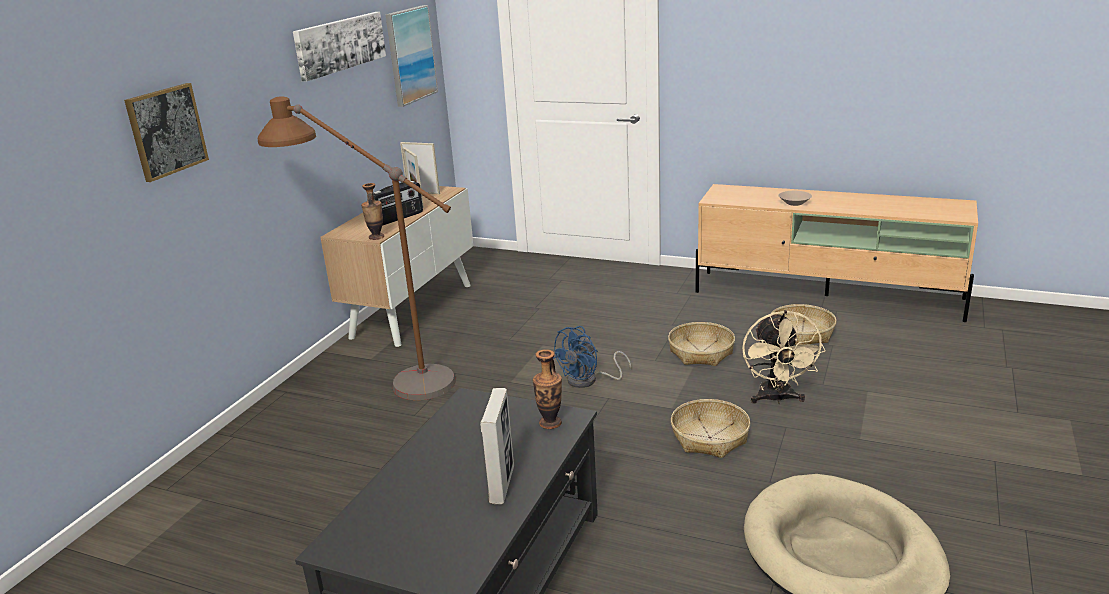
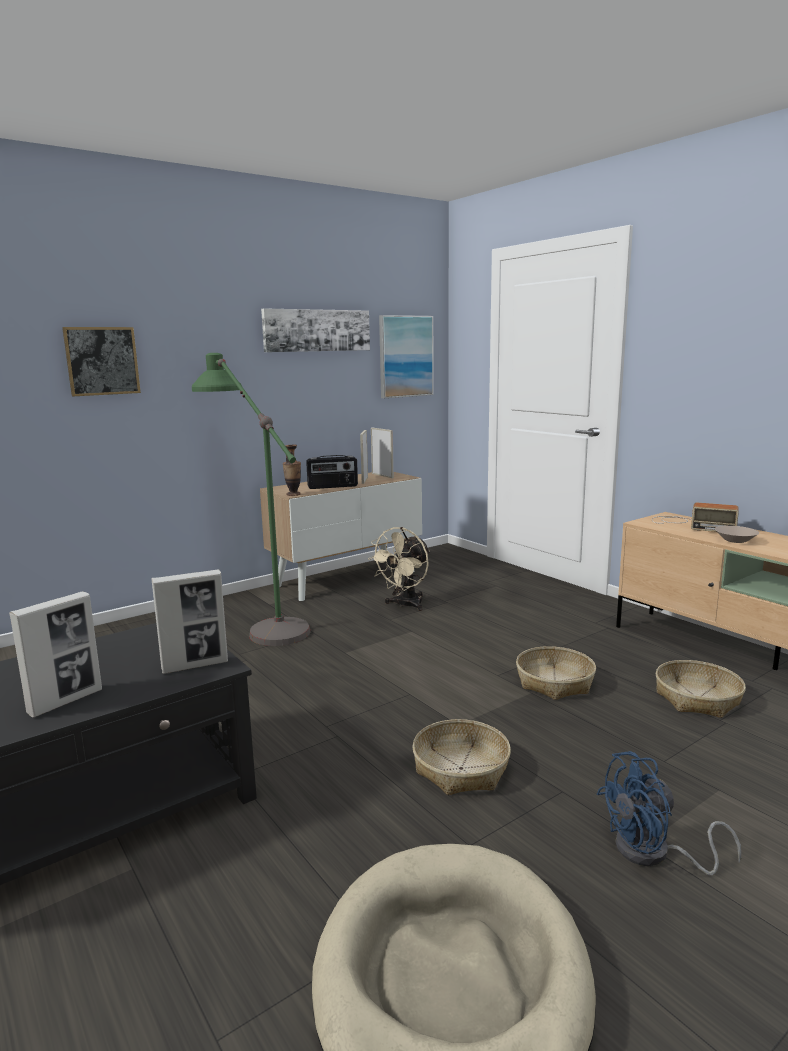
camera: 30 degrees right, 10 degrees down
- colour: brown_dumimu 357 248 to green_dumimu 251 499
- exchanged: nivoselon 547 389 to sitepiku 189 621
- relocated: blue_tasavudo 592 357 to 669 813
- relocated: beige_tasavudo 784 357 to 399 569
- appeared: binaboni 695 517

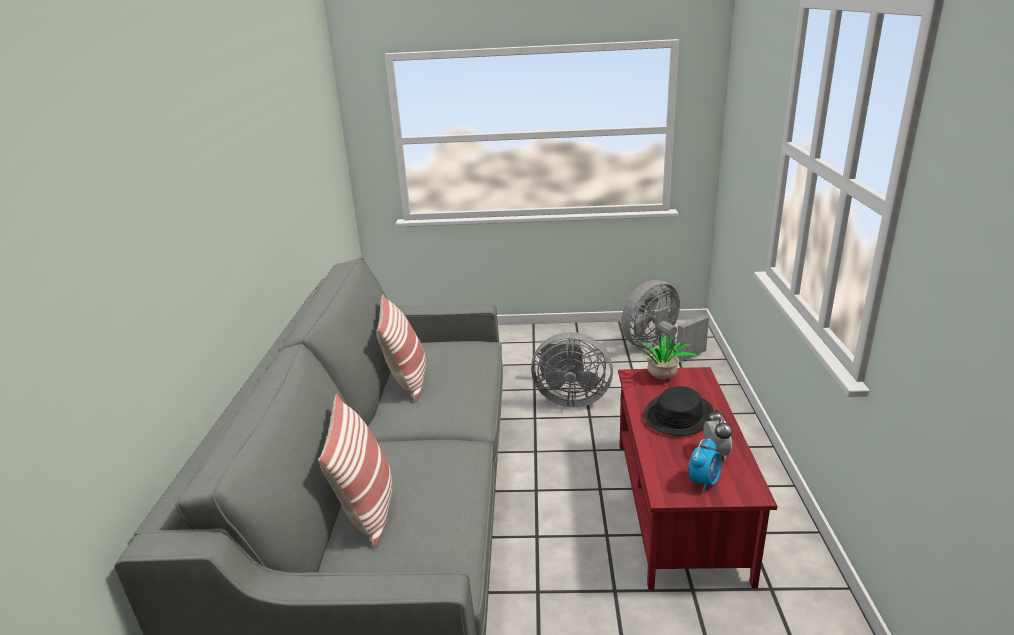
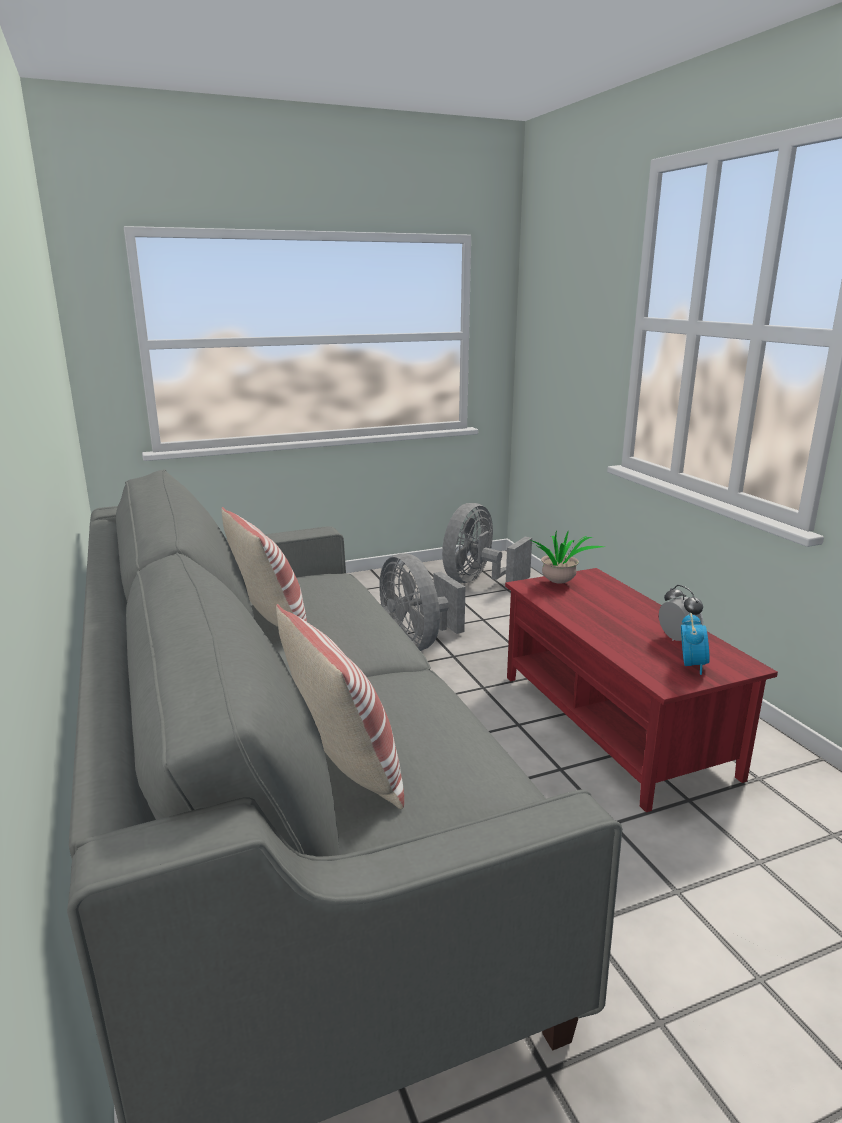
camera: 25 degrees left, 5 degrees down
- spun: grey_tasavudo 572 369 = 422 602 75 degrees clockwise
- missing: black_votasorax 679 411

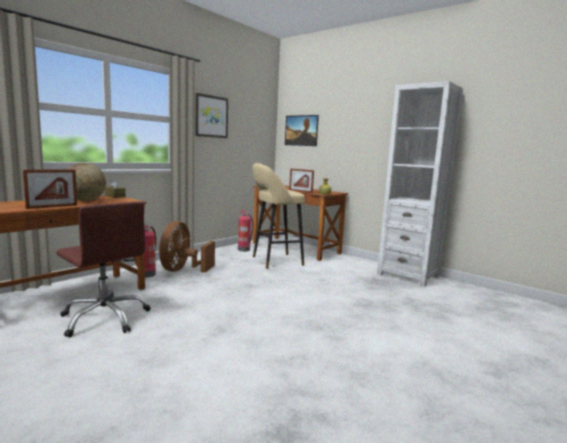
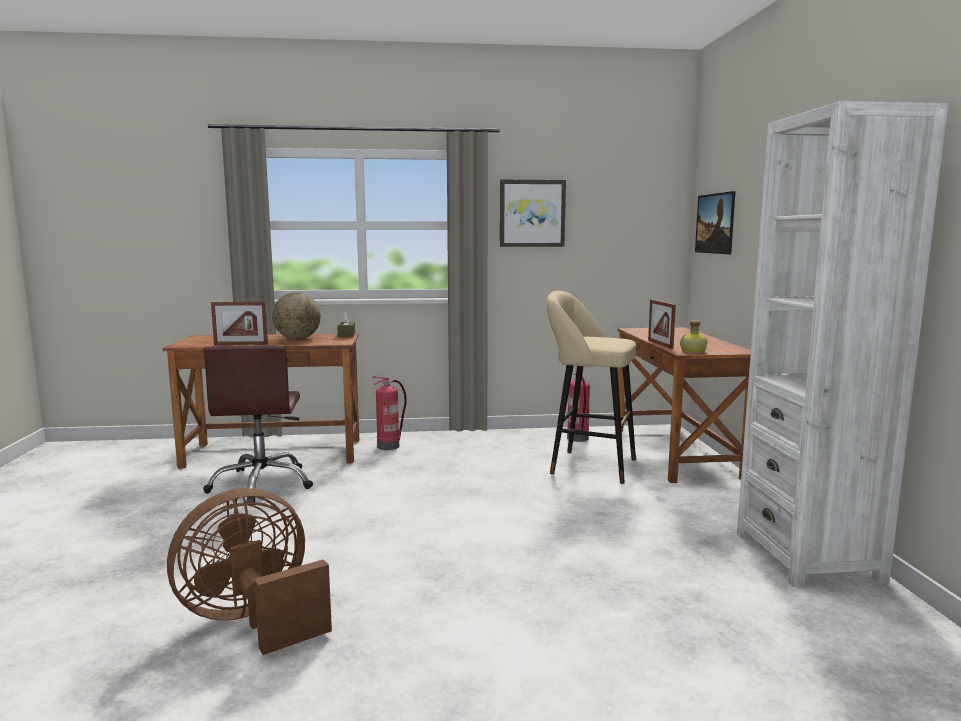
camera: 45 degrees right, 0 degrees up
- relocated: brown_tasavudo 187 247 to 249 571

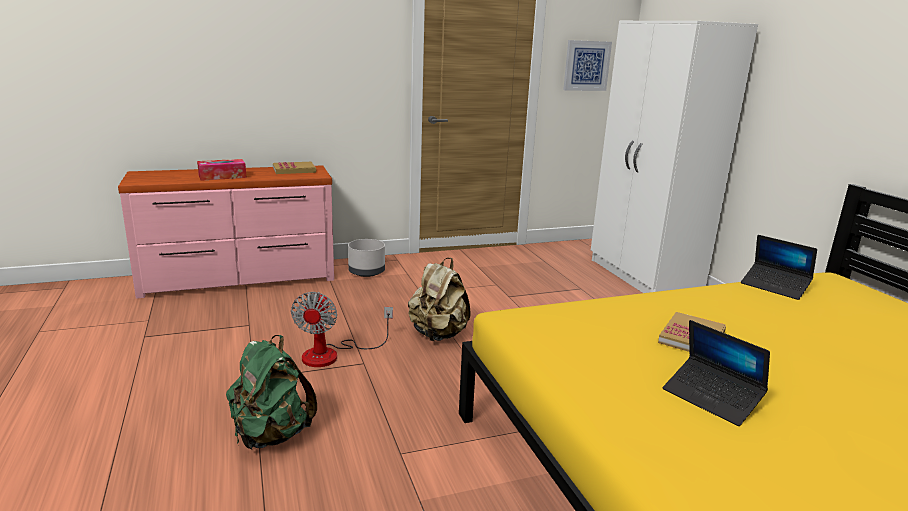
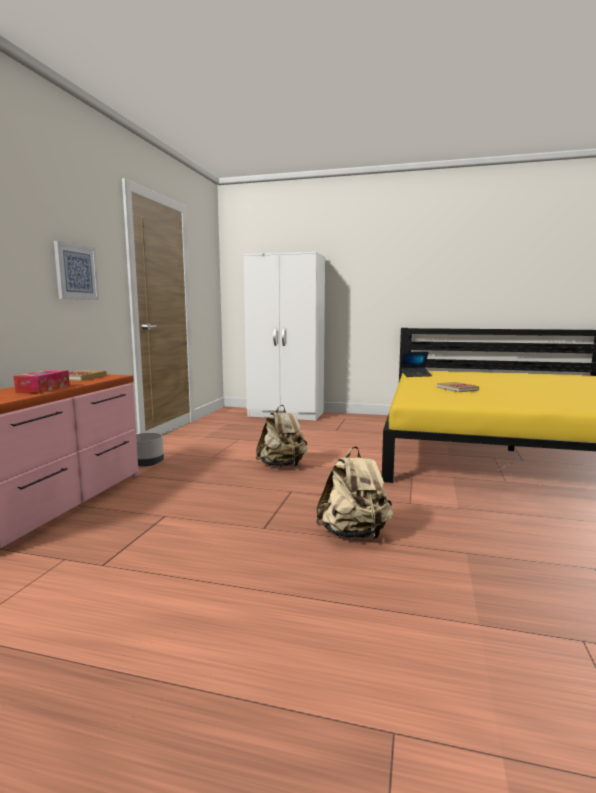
camera: 55 degrees left, 10 degrees down
- colour: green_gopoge 271 392 to beige_gopoge 354 492
- missing: tasavudo 342 329
- relocated: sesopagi 587 65 to 76 270
- missing: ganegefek 716 373

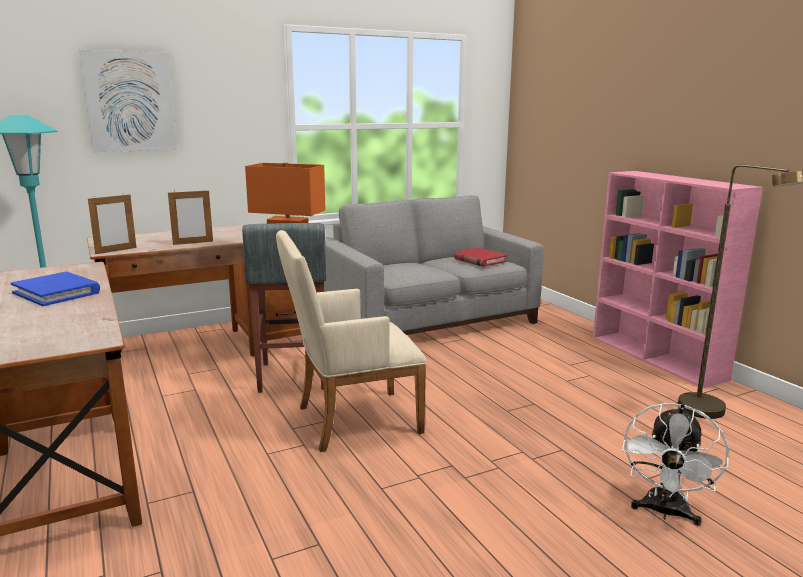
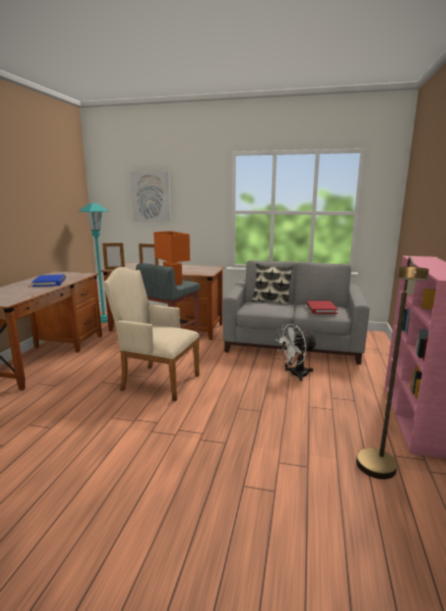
camera: 40 degrees right, 0 degrees up
- relocated: white_tasavudo 675 464 to 296 352
- appeared: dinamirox 272 284

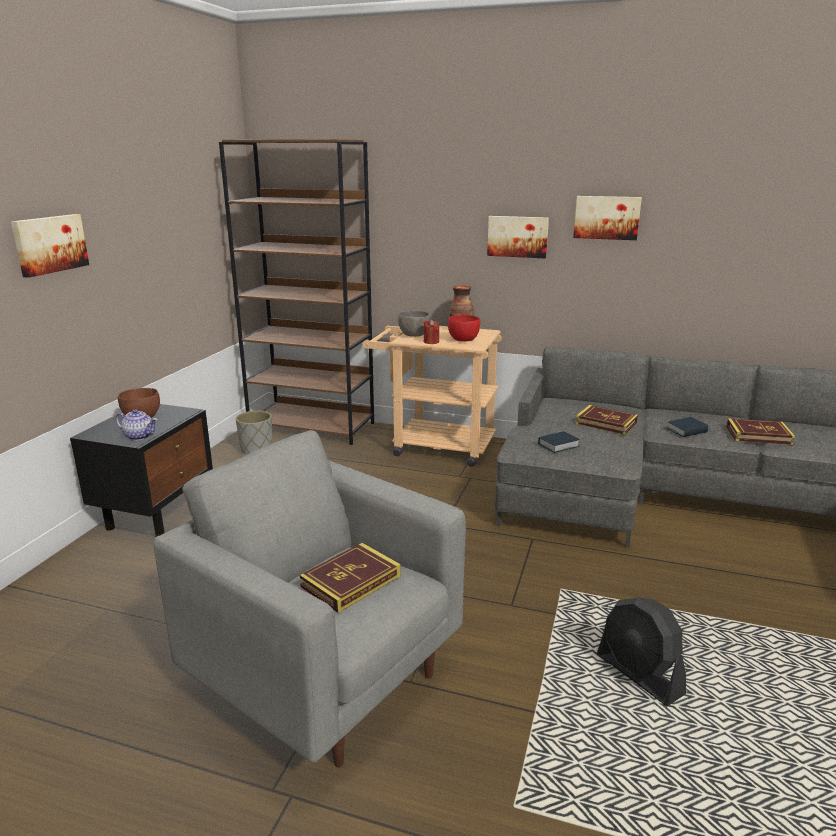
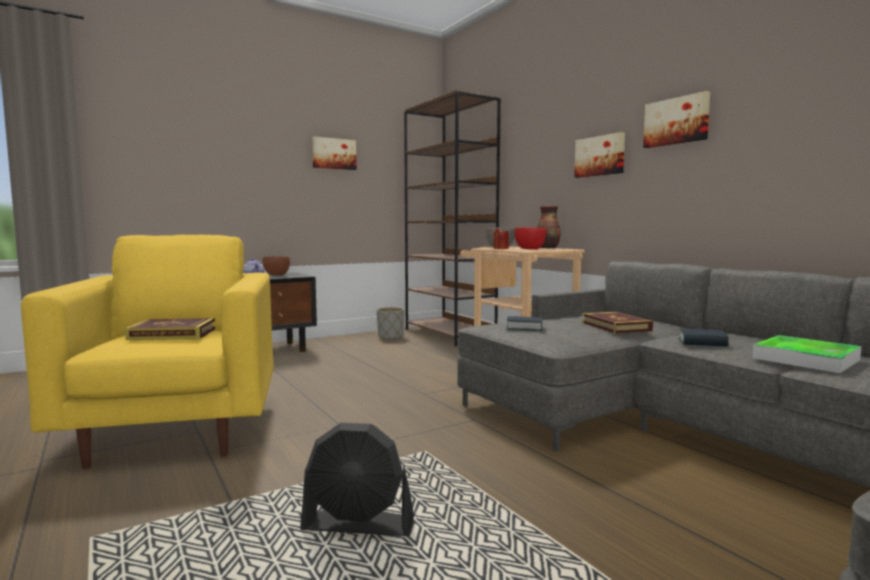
camera: 40 degrees right, 15 degrees down
- relocated: sesopagi 50 246 to 334 153
- colour: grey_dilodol 310 599 to yellow_dilodol 147 352
- spun: black_tasavudo 641 652 = 357 479 90 degrees counterclockwise
- exchanged: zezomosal 760 431 to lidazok 807 354

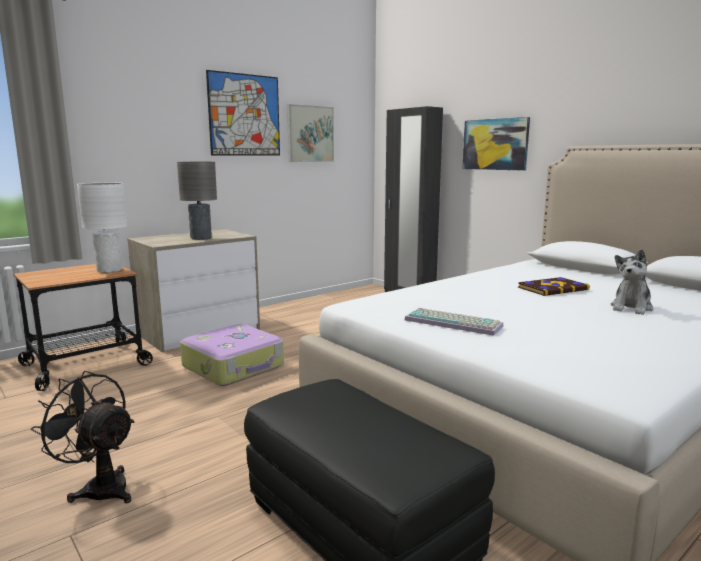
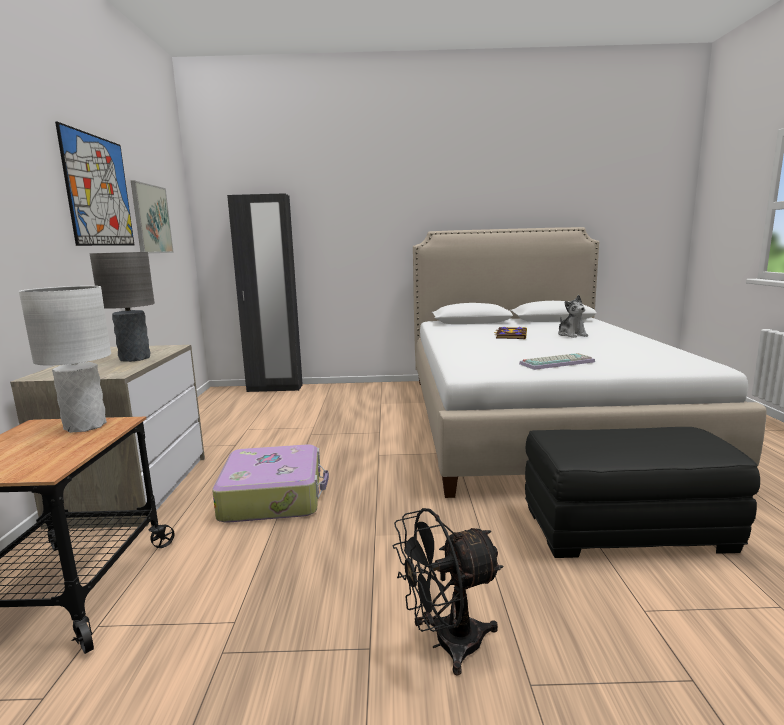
camera: 50 degrees left, 0 degrees up
- missing: sesopagi 496 144

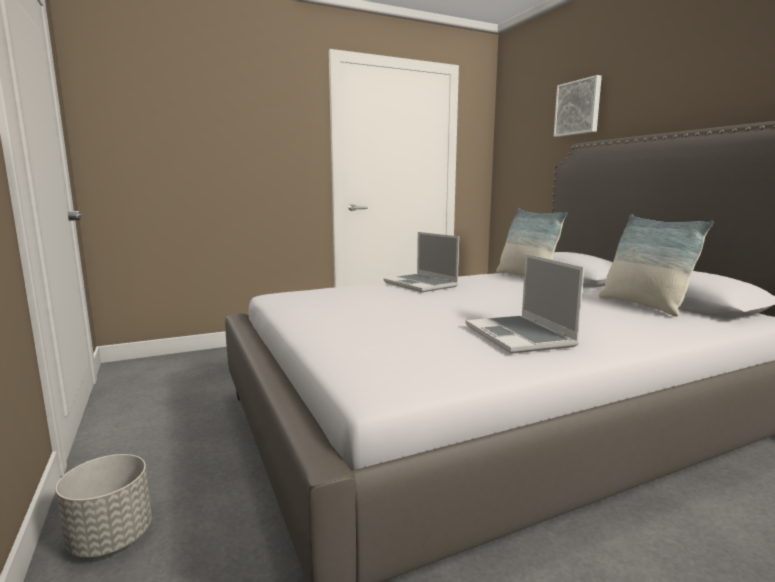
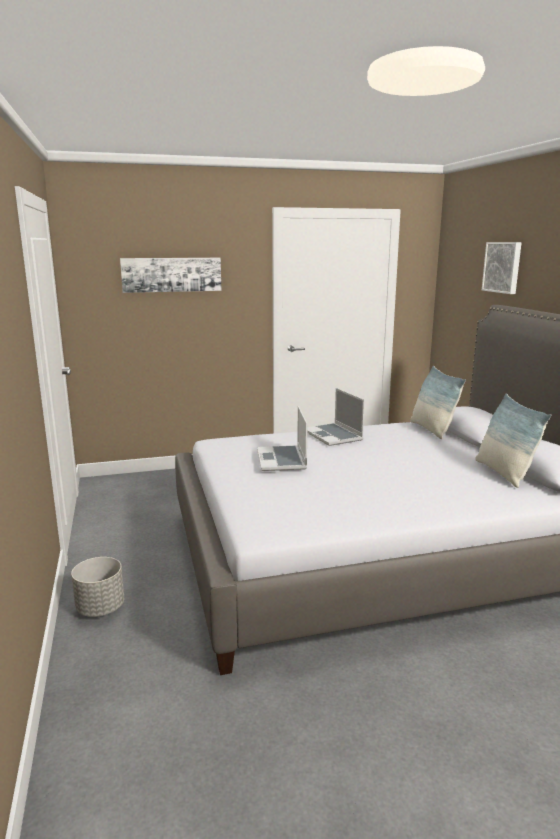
camera: 10 degrees right, 5 degrees up
- relocated: ganegefek 525 304 to 282 438
- appeared: sesopagi 171 275

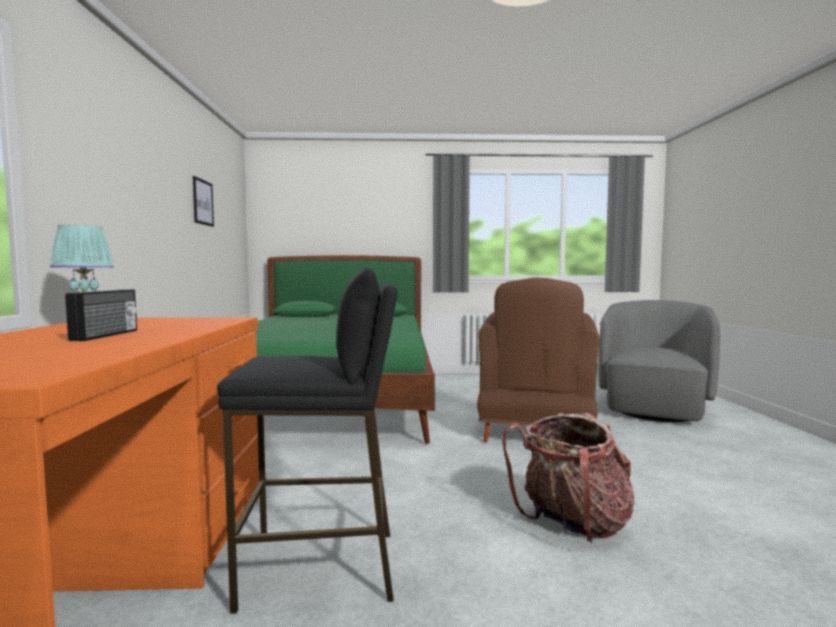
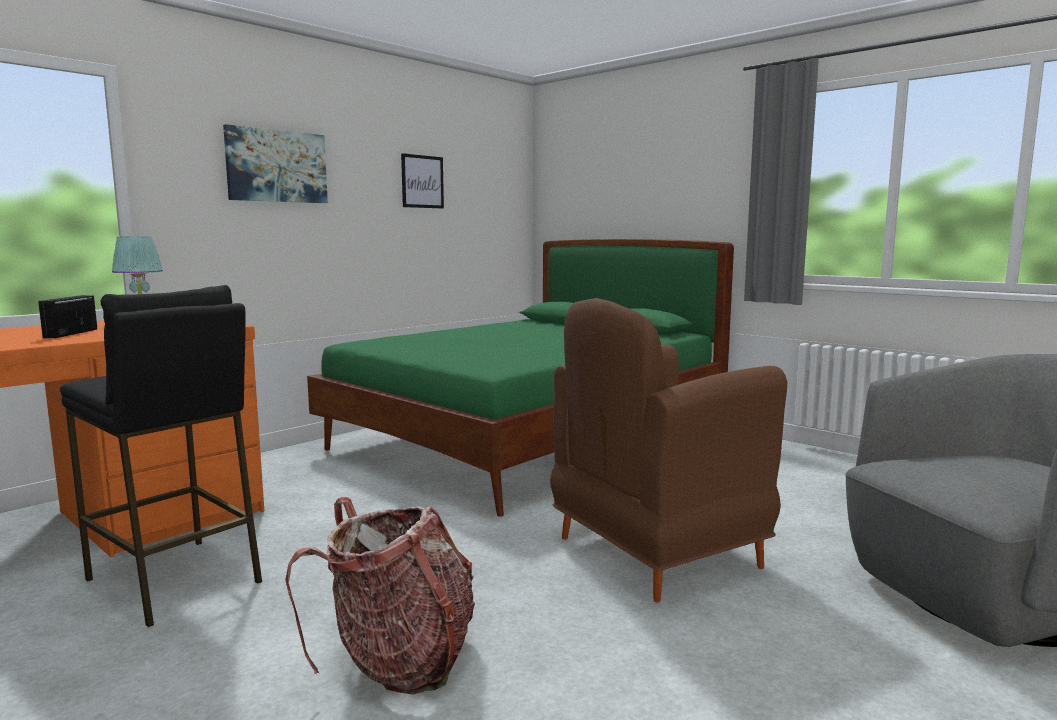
camera: 45 degrees right, 5 degrees up
- spun: binaboni 101 315 = 67 316 135 degrees clockwise
- appeared: sesopagi 275 163

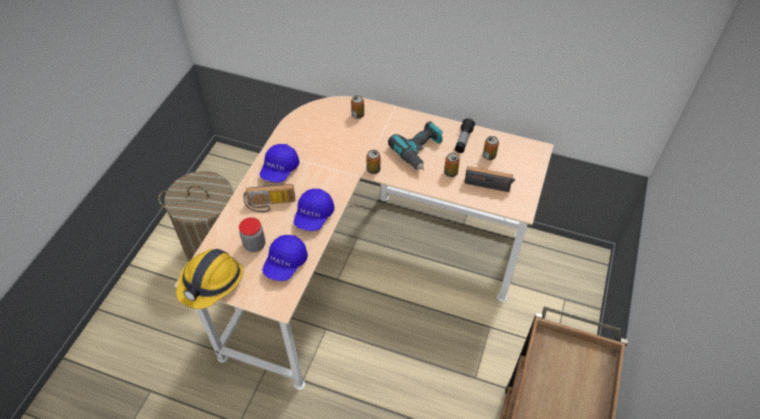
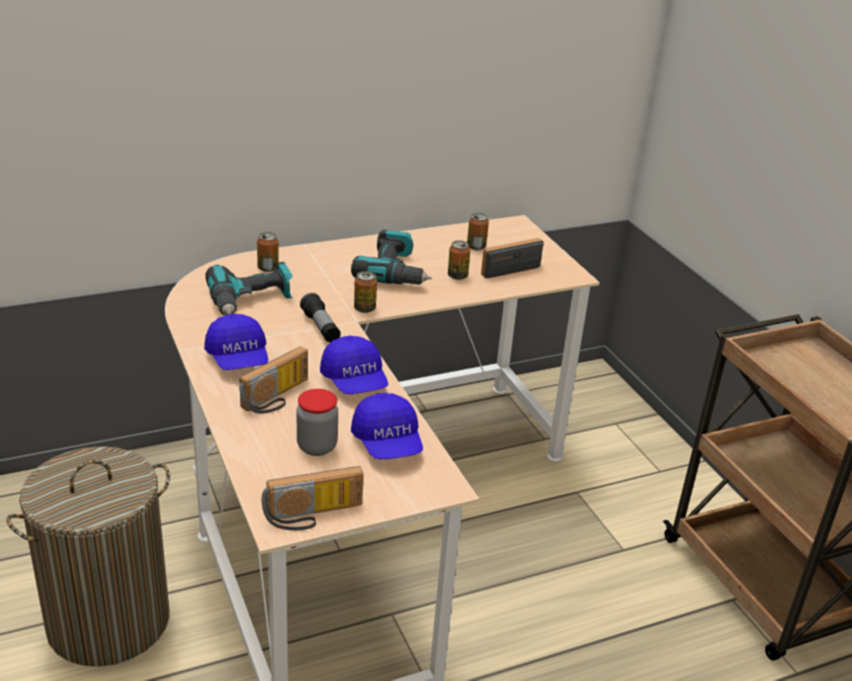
camera: 45 degrees left, 20 degrees down
- exchanged: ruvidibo 210 279 to binaboni 312 498
- relocated: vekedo 465 135 to 320 318
- appeared: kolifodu 249 288

